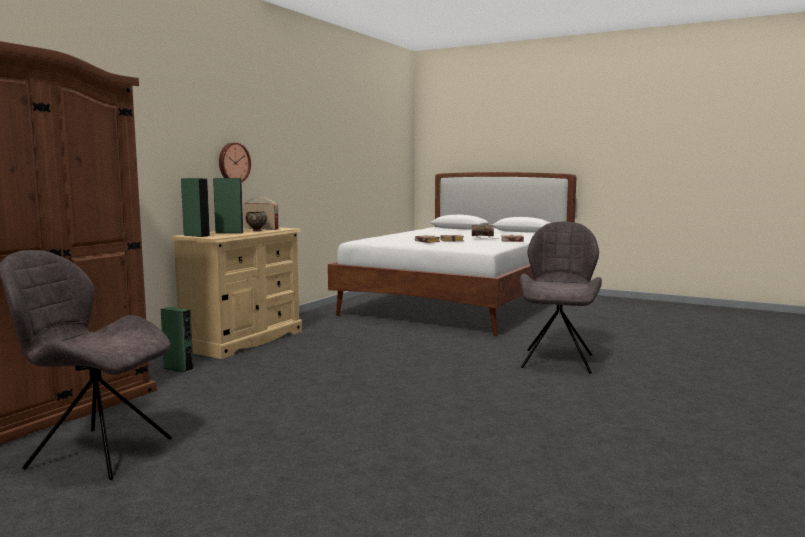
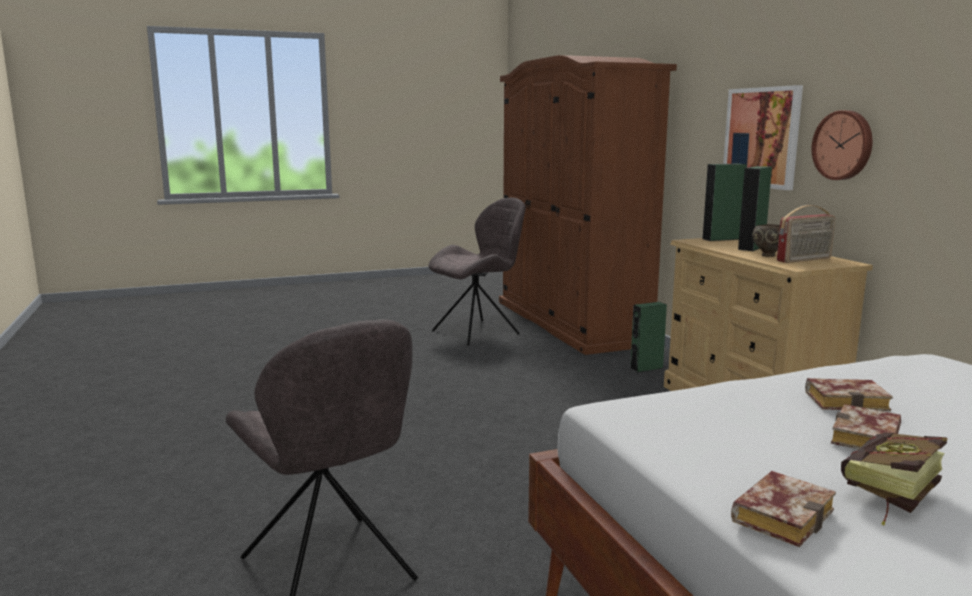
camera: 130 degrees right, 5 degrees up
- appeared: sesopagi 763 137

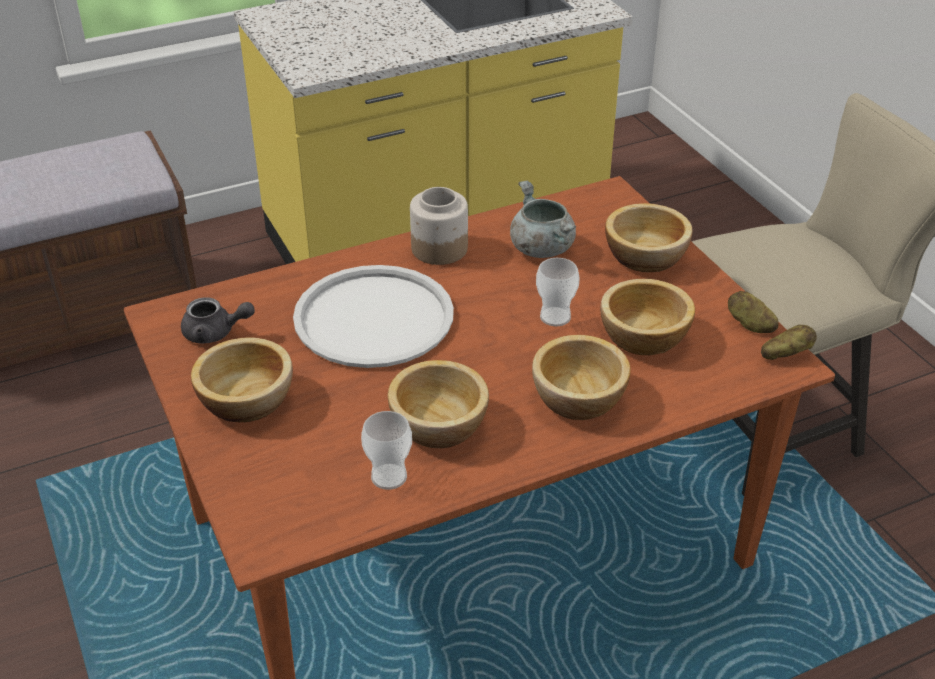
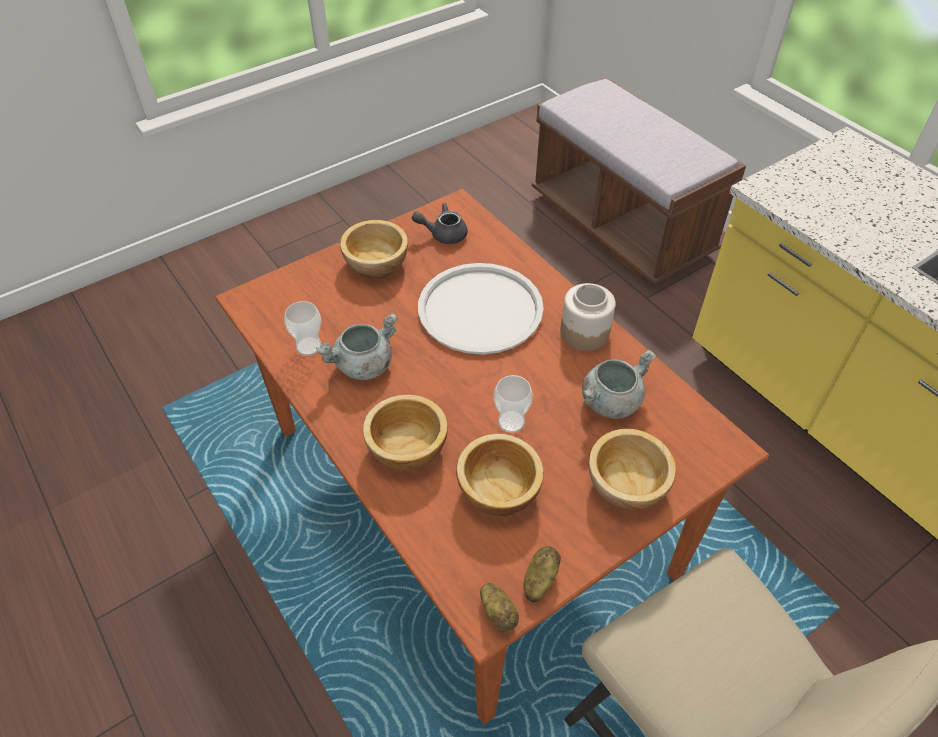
camera: 80 degrees right, 10 degrees up
- spun: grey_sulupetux 218 320 = 439 223 90 degrees clockwise
- exchanged: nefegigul 438 404 to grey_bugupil 357 346

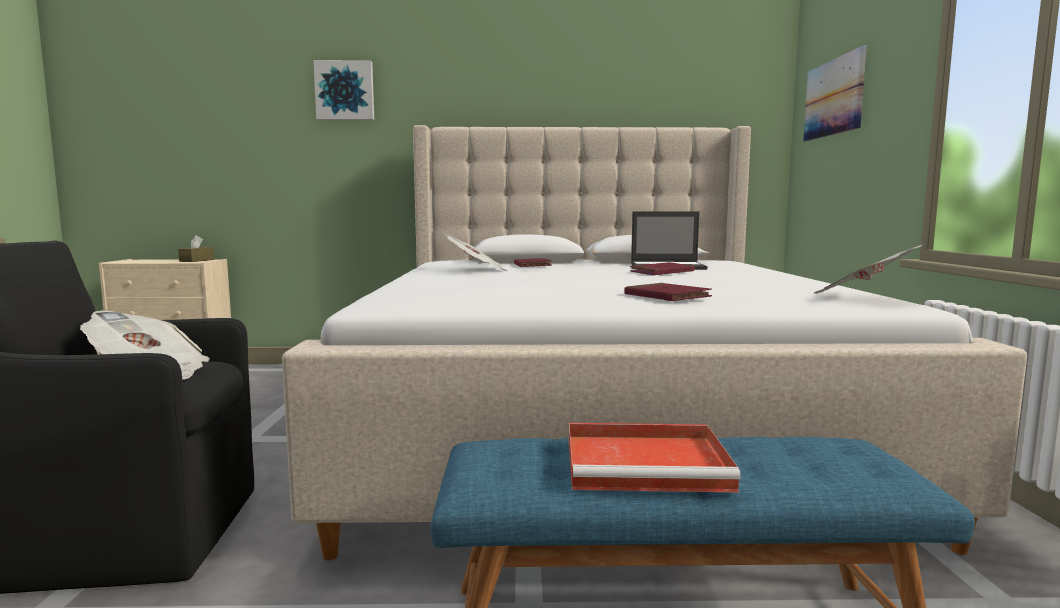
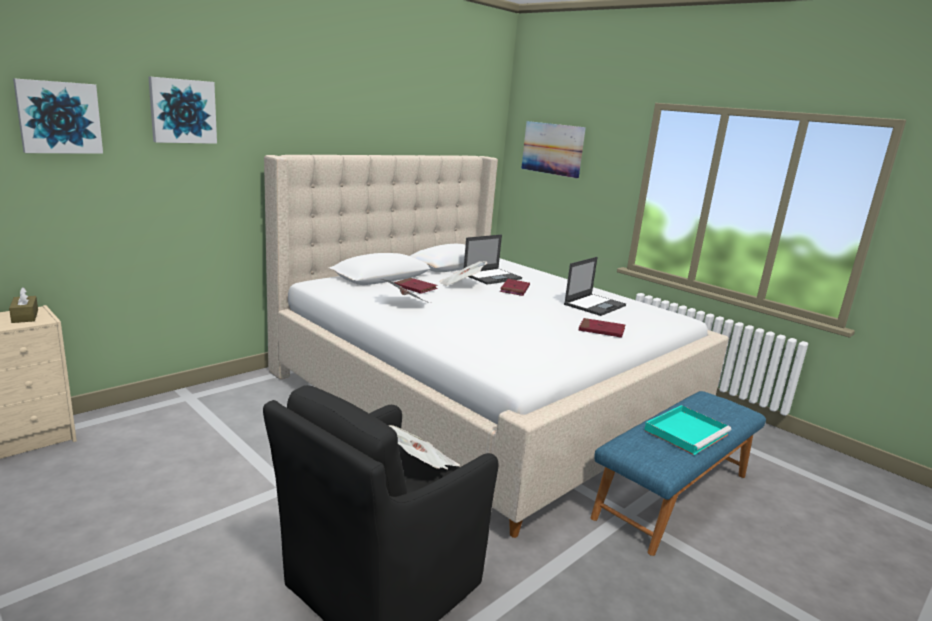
camera: 45 degrees left, 10 degrees up
- colour: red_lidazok 655 458 to turquoise_lidazok 687 430
- relocated: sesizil 868 269 to 463 273
- appeared: sesopagi 58 116
- appeared: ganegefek 595 286

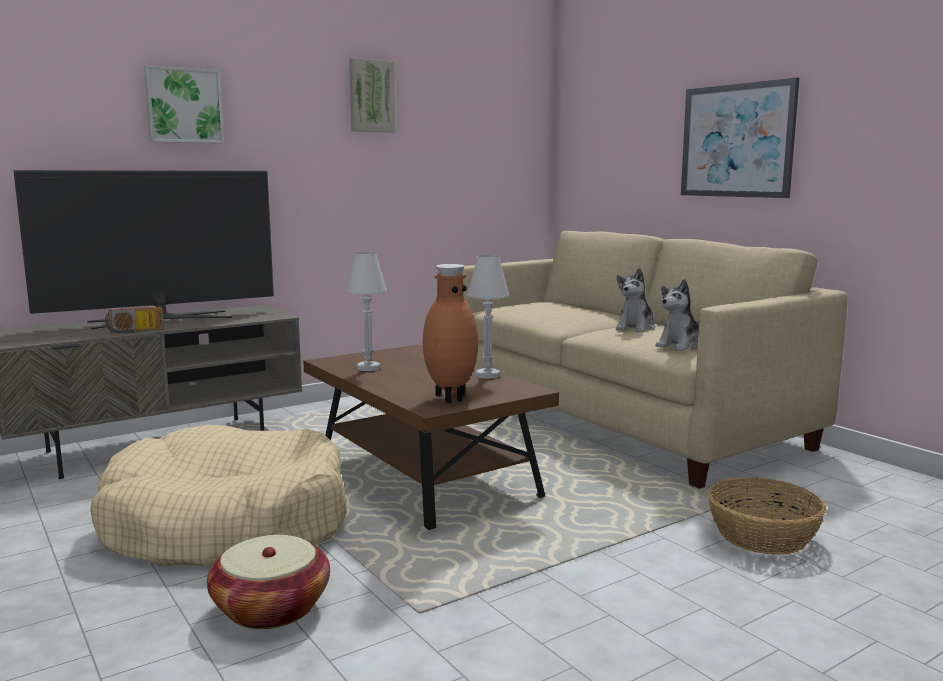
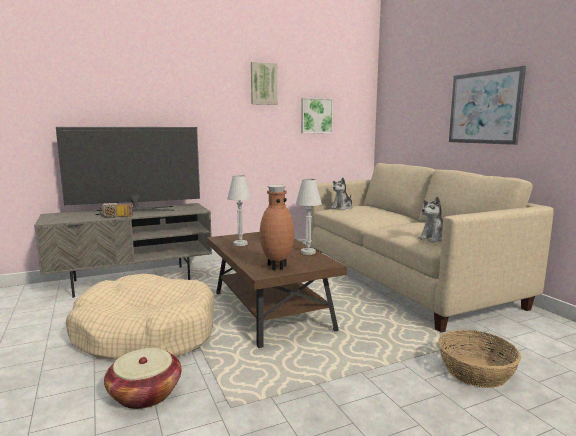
camera: 10 degrees right, 0 degrees up
- relocated: sesopagi 184 104 to 317 115
- relocated: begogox 635 300 to 342 194

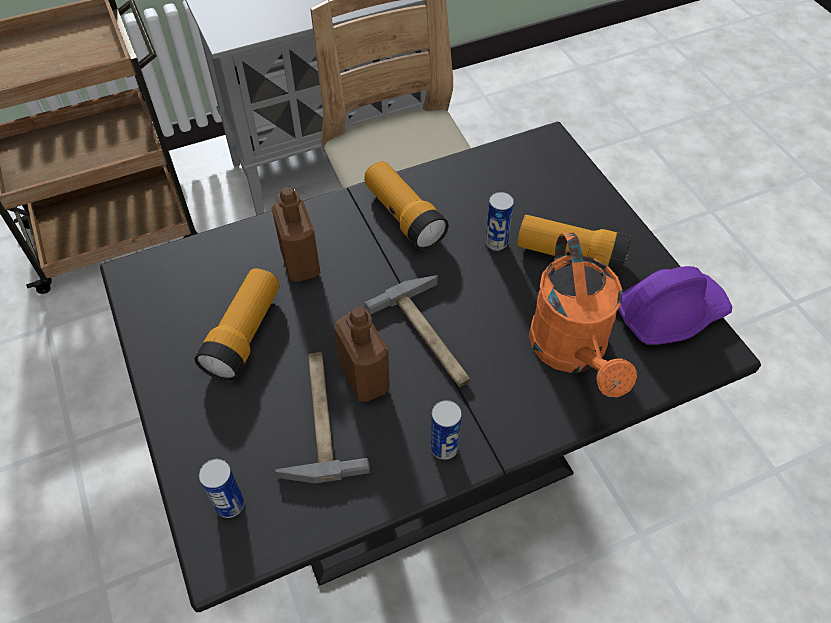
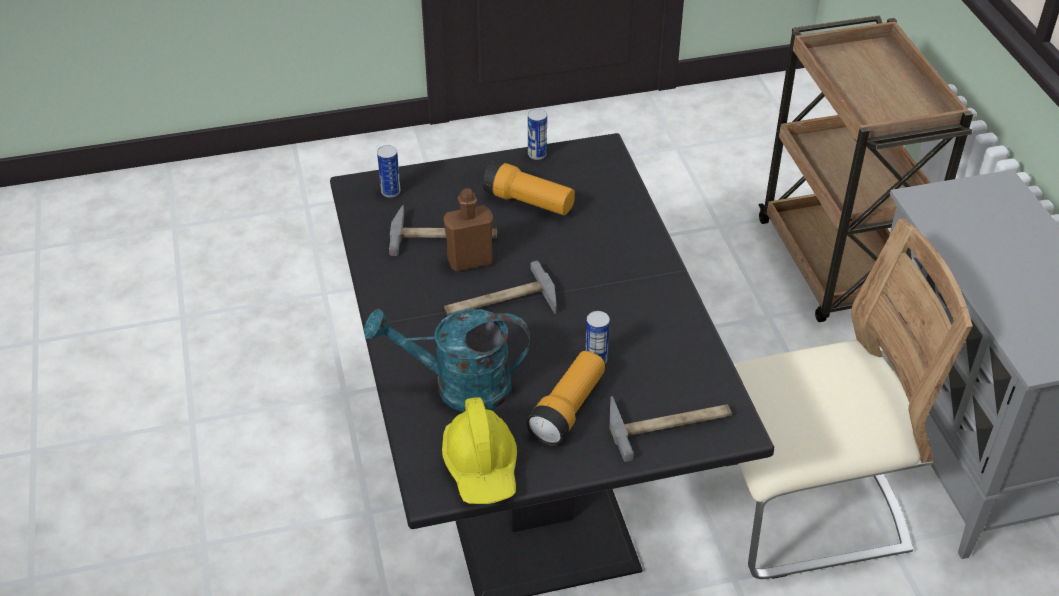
camera: 100 degrees right, 10 degrees down
- missing: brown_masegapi 296 234
- missing: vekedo 406 205
- relocated: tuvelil 446 430 to 537 134
- colour: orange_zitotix 583 314 to turquoise_zitotix 447 360
- colour: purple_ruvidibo 675 306 to yellow_ruvidibo 479 450
- appeared: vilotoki 671 429

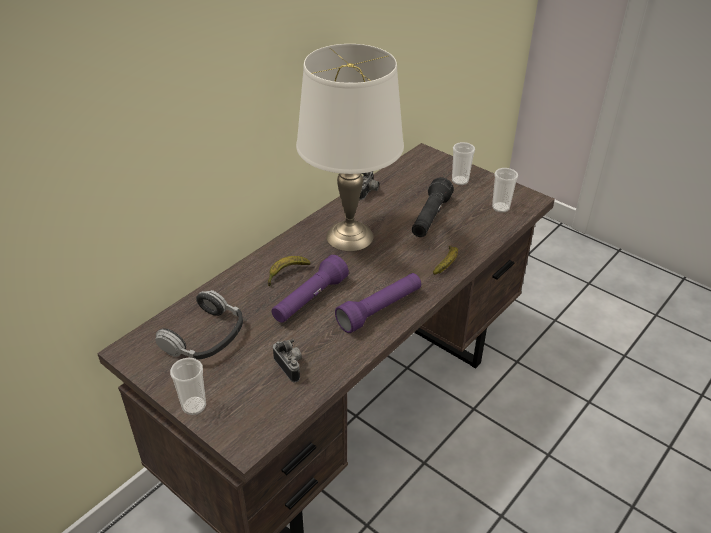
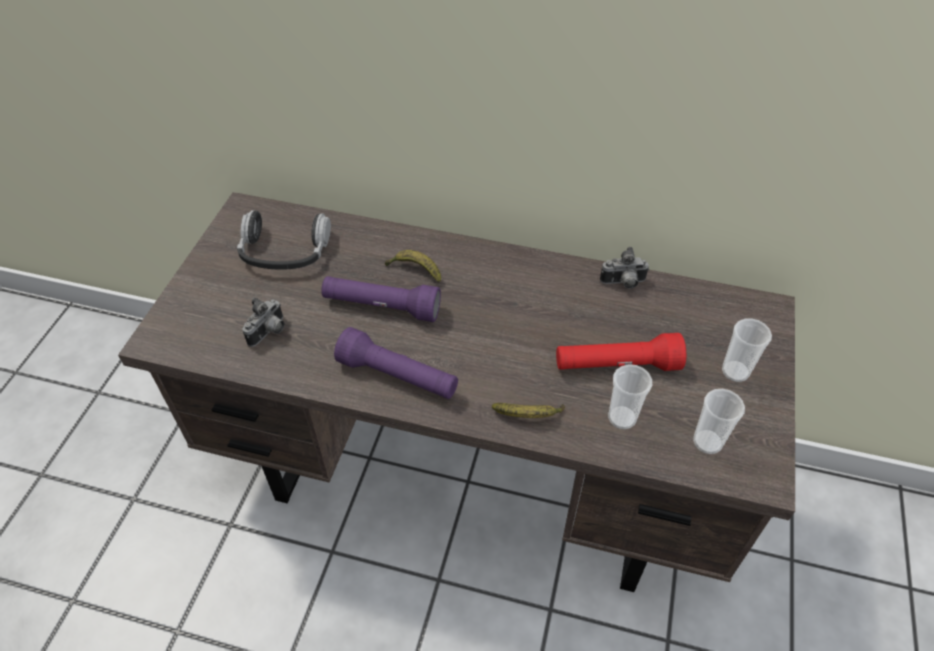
camera: 65 degrees right, 10 degrees up
- relocated: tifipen 188 386 to 630 396
- missing: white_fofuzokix 350 147
- colour: black_vekedo 433 207 to red_vekedo 621 352

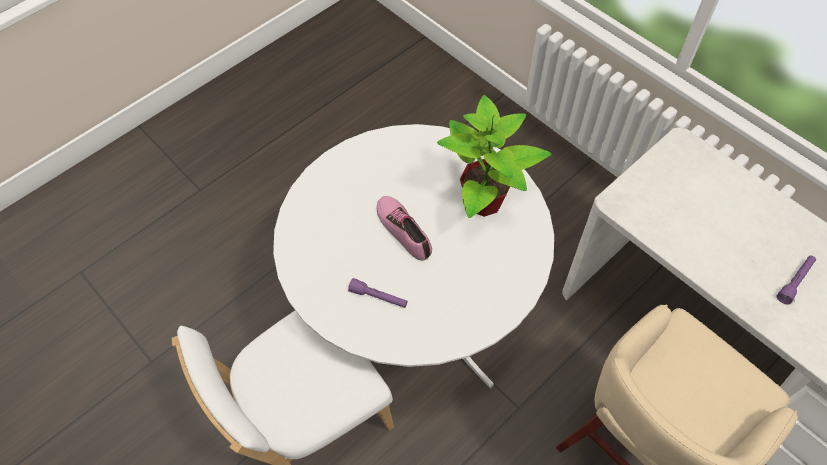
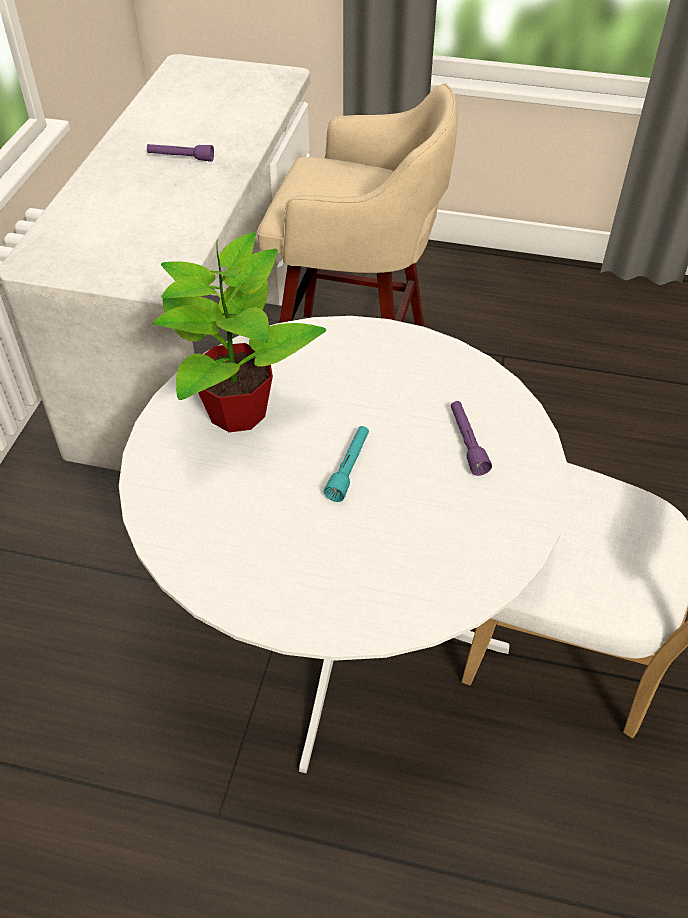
camera: 125 degrees left, 10 degrees down
- exchanged: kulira 404 228 to turquoise_vekedo 346 464

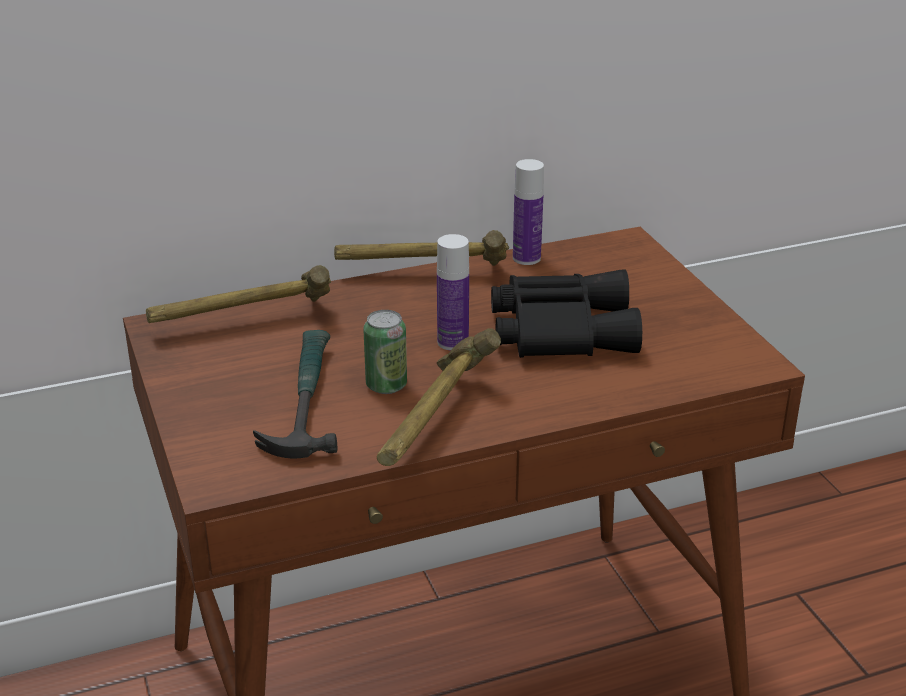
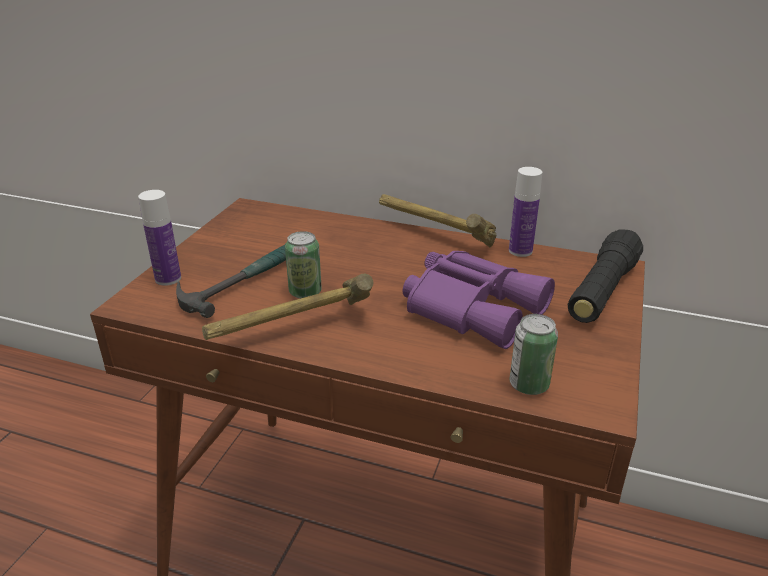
camera: 40 degrees right, 0 degrees up
- missing: vilotoki 238 294
- relocated: masegapi 453 292 to 159 238
- colour: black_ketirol 566 314 to purple_ketirol 479 300
- appeared: tuvelil 533 354
- appeared: black_vekedo 605 276

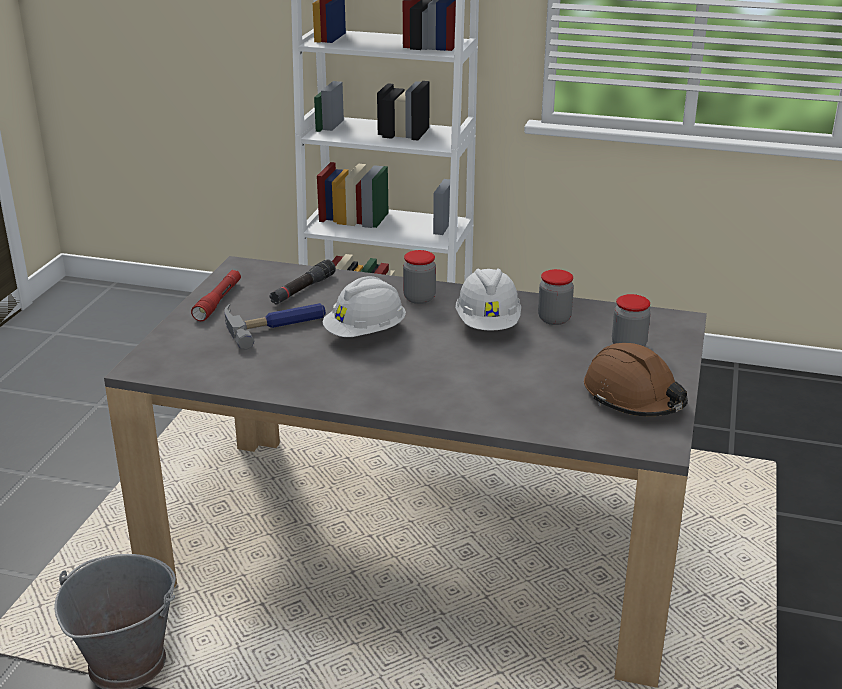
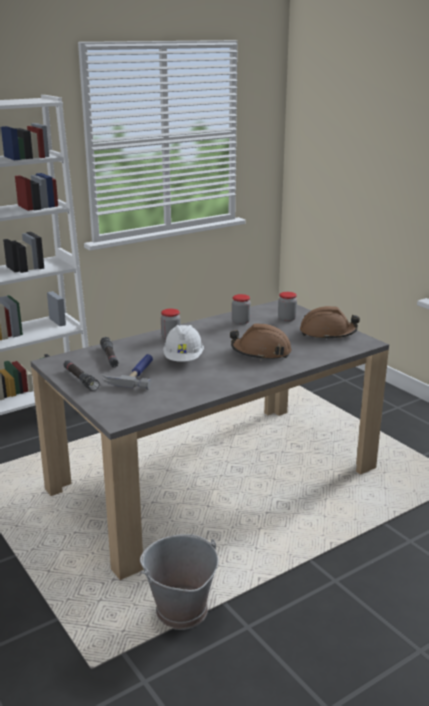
camera: 50 degrees left, 5 degrees down
- colour: red_vekedo 216 295 to black_vekedo 81 375
- missing: white_ruvidibo 488 299
- appeared: brown_ruvidibo 260 342

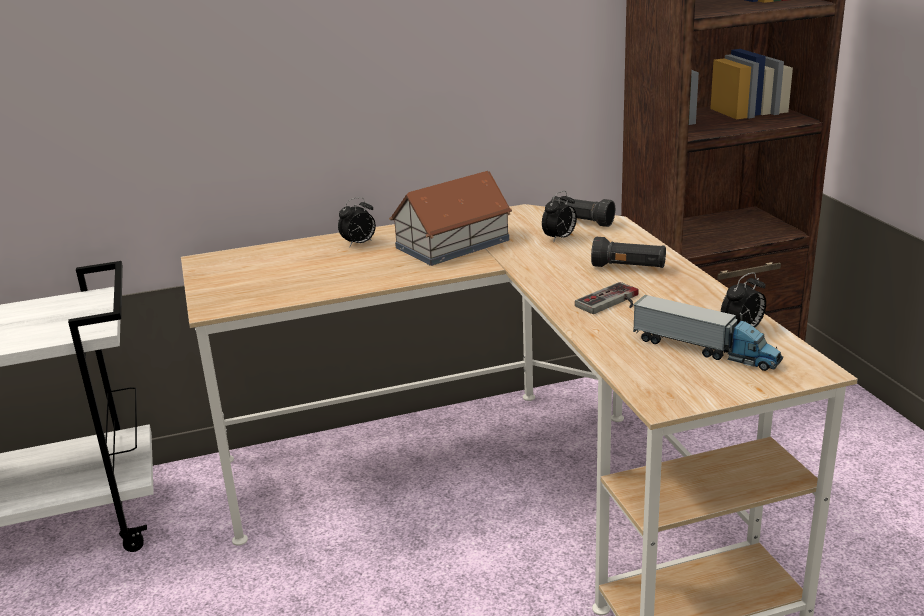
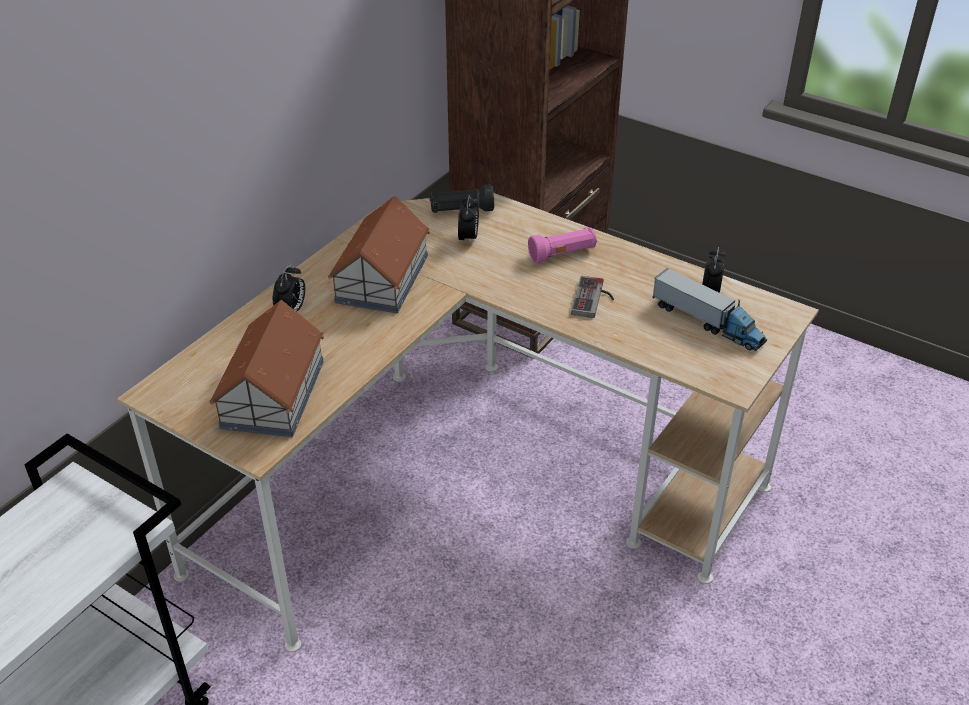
camera: 40 degrees left, 15 degrees up
- colour: black_vekedo 628 252 to pink_vekedo 562 245
- spun: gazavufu 708 333 = 709 309 45 degrees clockwise
- appeared: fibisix 267 368

